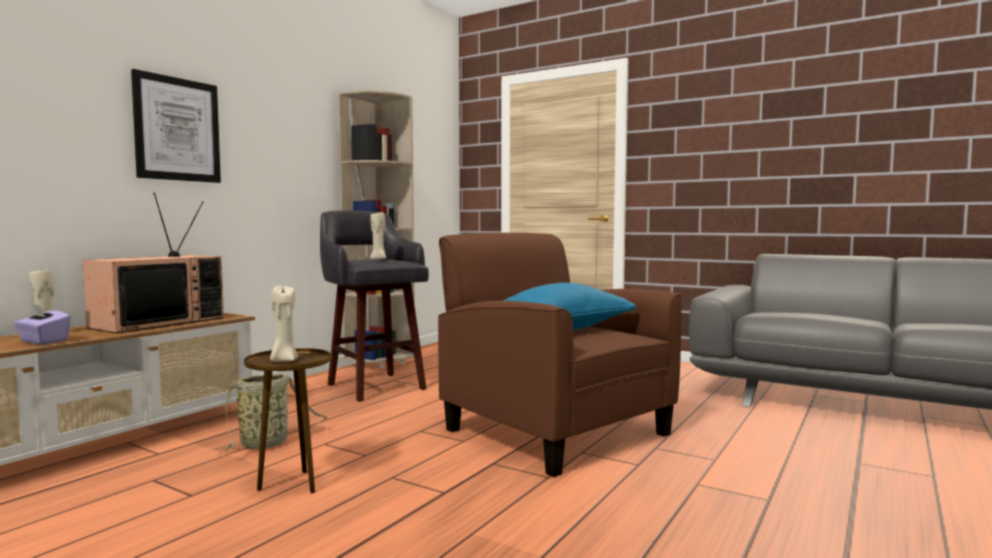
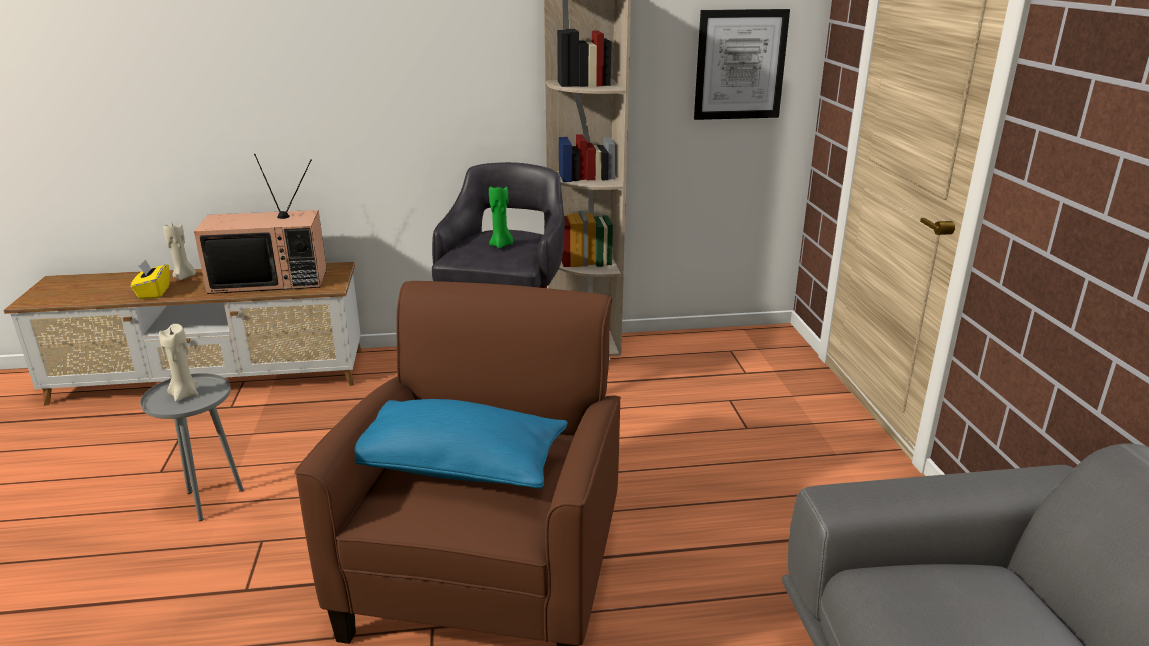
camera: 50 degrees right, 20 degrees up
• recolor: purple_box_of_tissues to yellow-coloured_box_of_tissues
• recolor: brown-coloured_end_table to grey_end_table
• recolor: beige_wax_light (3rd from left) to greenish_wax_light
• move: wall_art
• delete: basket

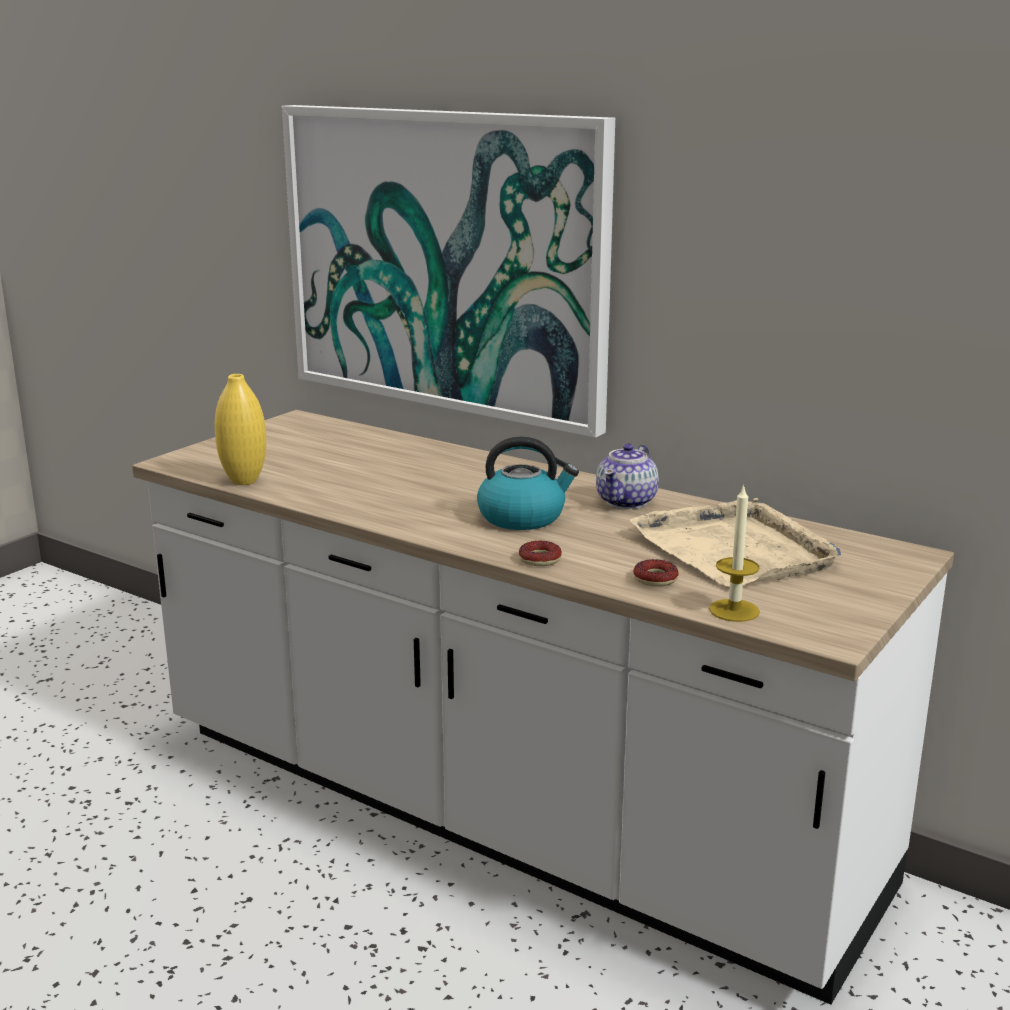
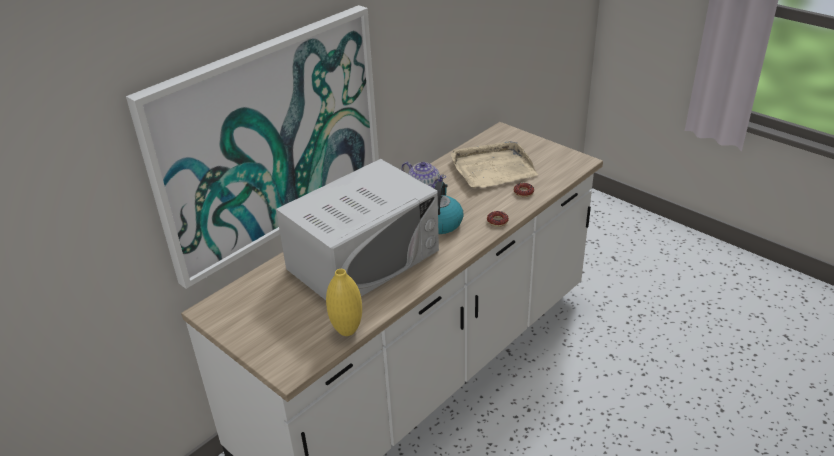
camera: 80 degrees left, 15 degrees up
• insert: white-coloured_microwave
• delete: wax_light

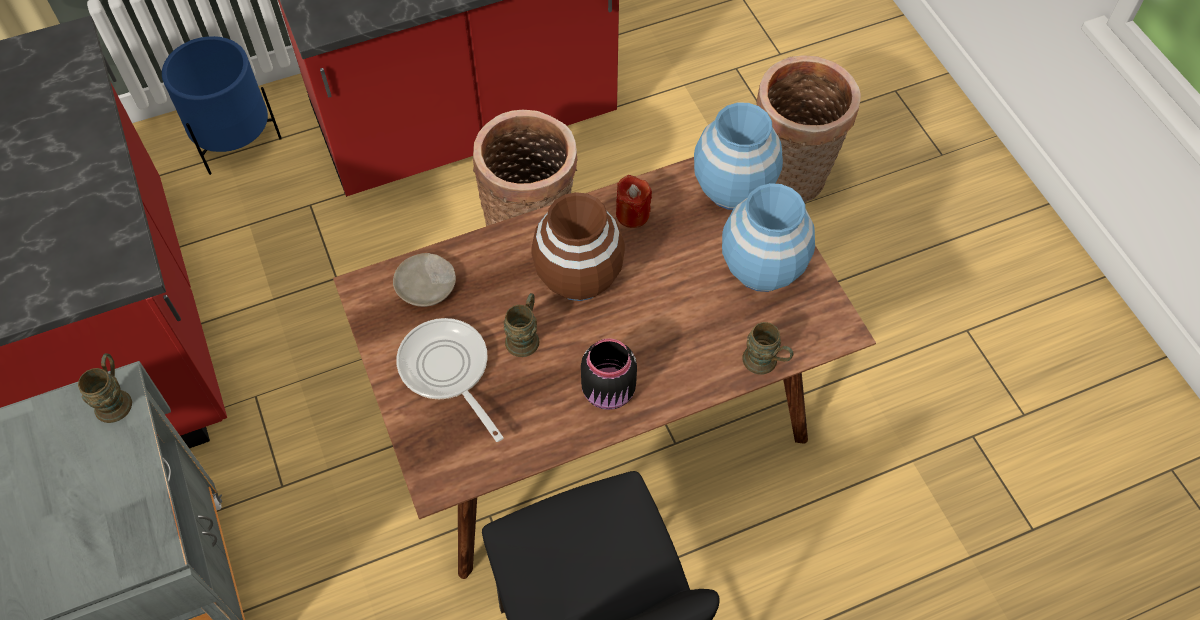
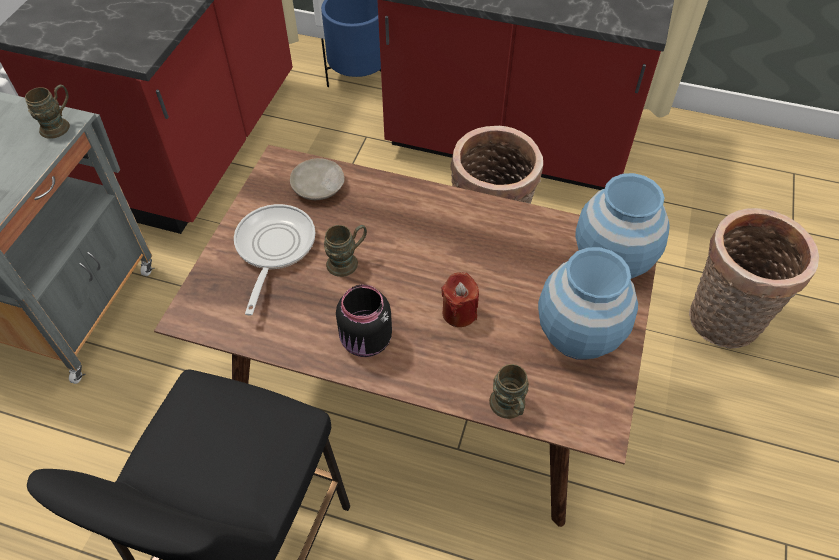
camera: 40 degrees right, 5 degrees down
• move: red_wax_light
• delete: brown-coloured_flower_vase

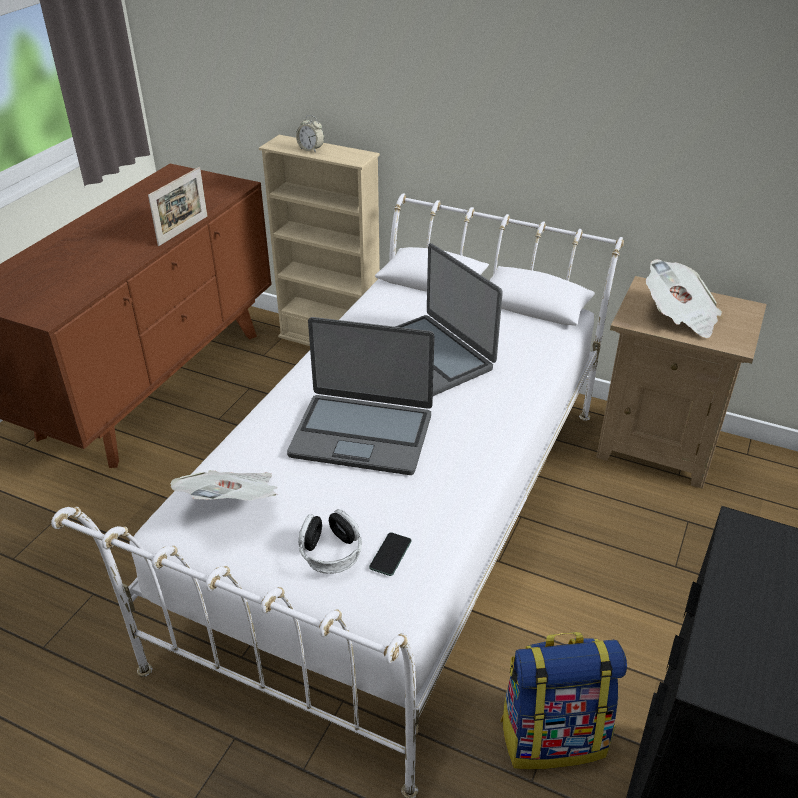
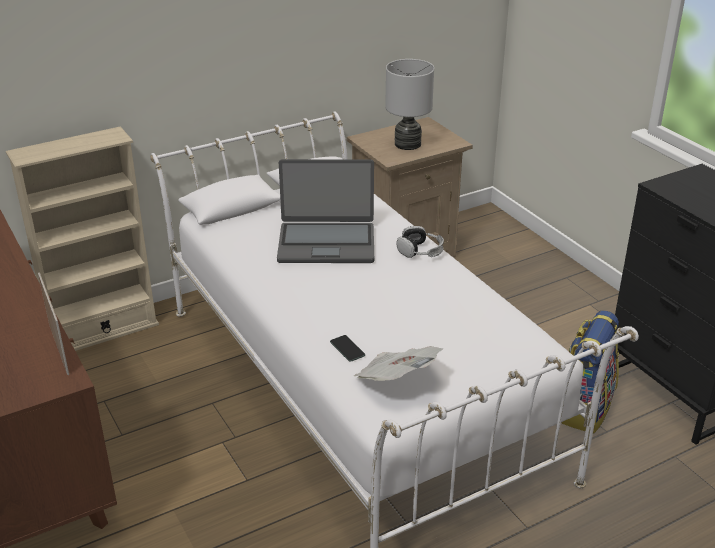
camera: 55 degrees left, 5 degrees down
• move: standing_frame
• move: phone
• replace: printed_paper (2nd from left) to grey_lamp_for_a_table
• move: headset
• delete: laptop (1st from left)
• delete: alarm_clock

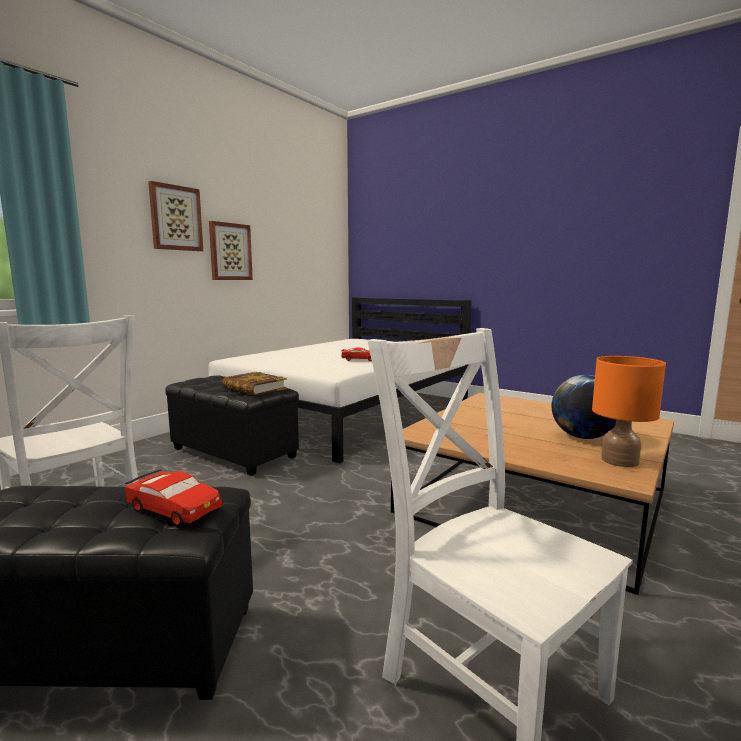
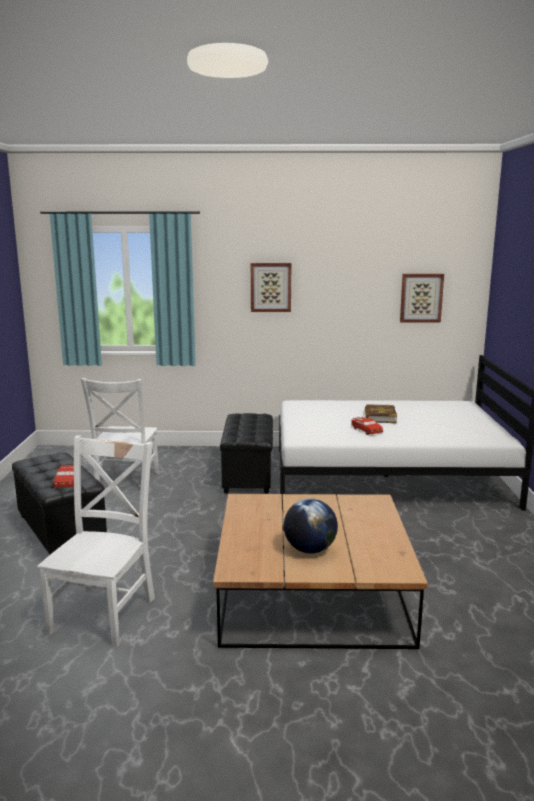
camera: 55 degrees right, 5 degrees up
• move: volume
• move: wall_art (2nd from left)
• delete: orangey_lamp_for_a_table

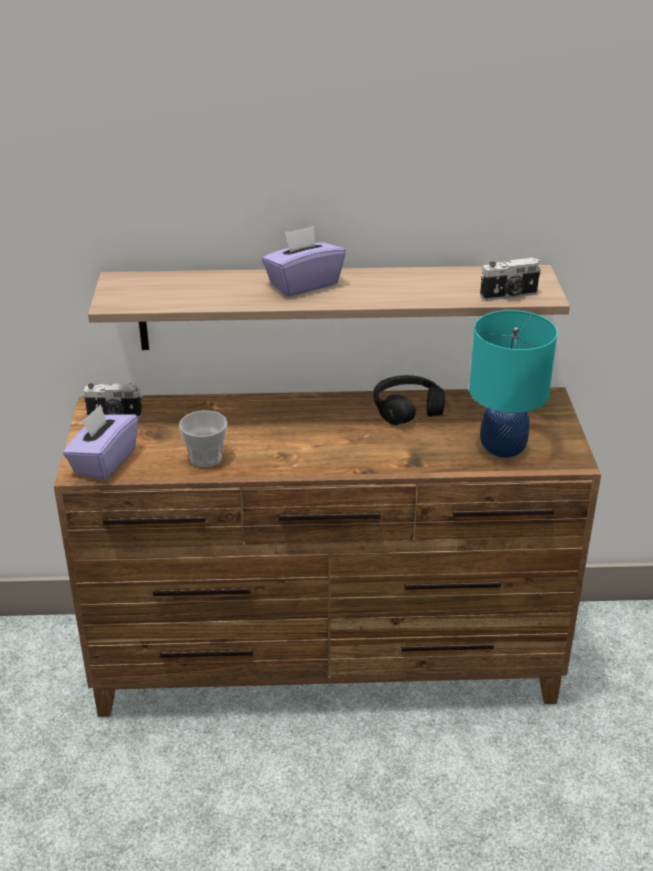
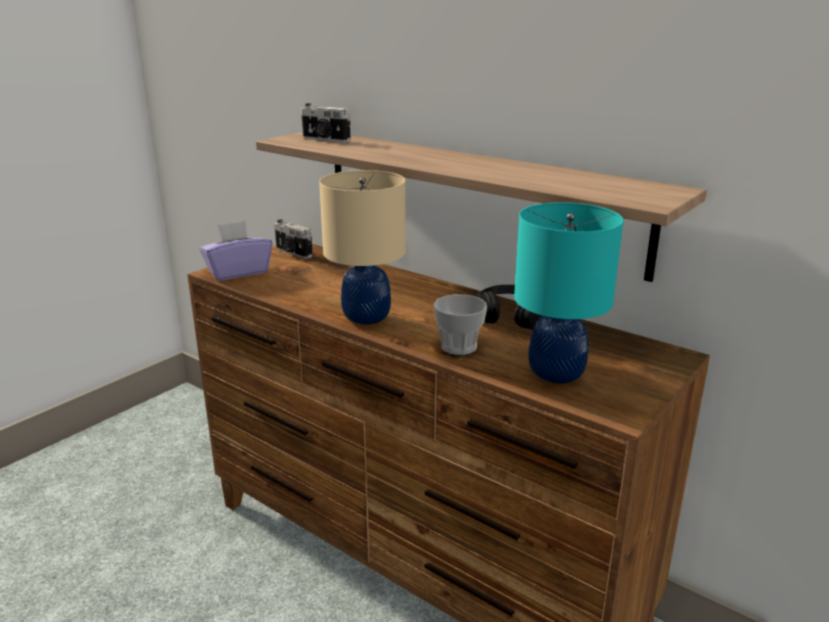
camera: 40 degrees right, 10 degrees down
• move: photo_camera (2nd from left)
• insert: beige_lamp_for_a_table
• move: cup
• delete: purple_box_of_tissues (2nd from left)

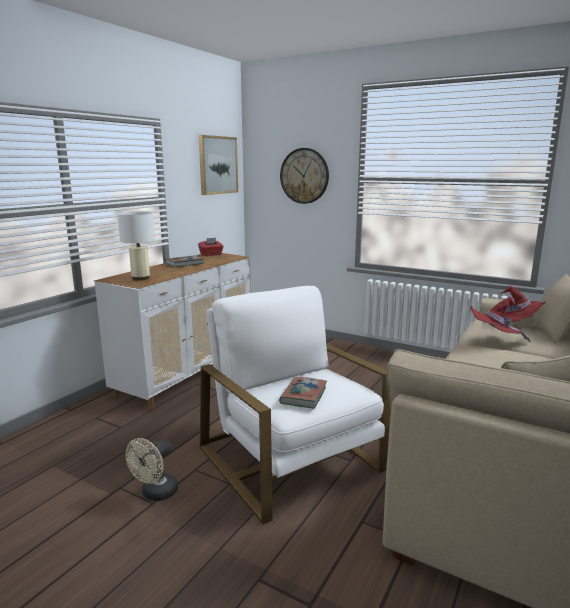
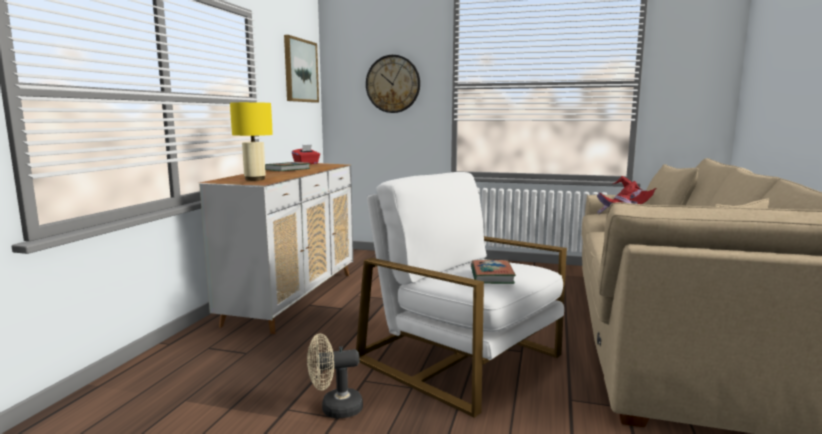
camera: 15 degrees left, 5 degrees down
• recolor: white-coloured_lamp_for_a_table to yellow-coloured_lamp_for_a_table
• rotate: beige_fan 60 degrees clockwise

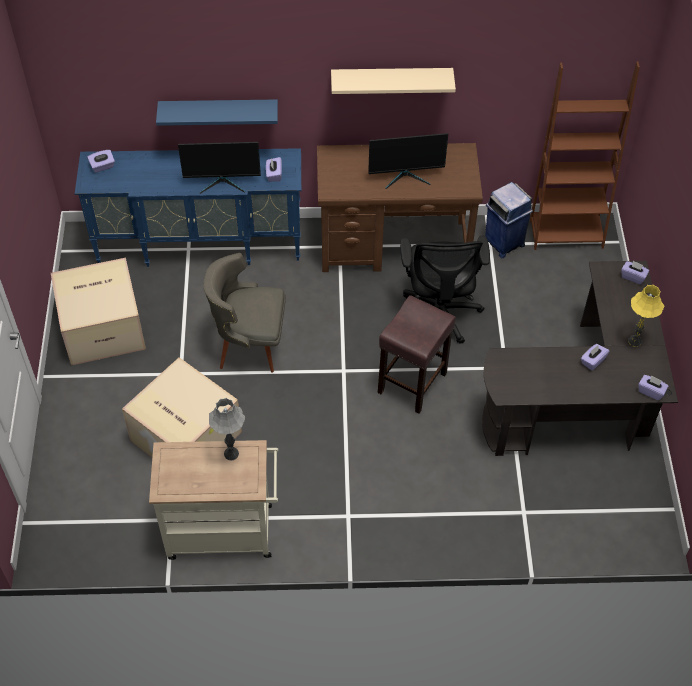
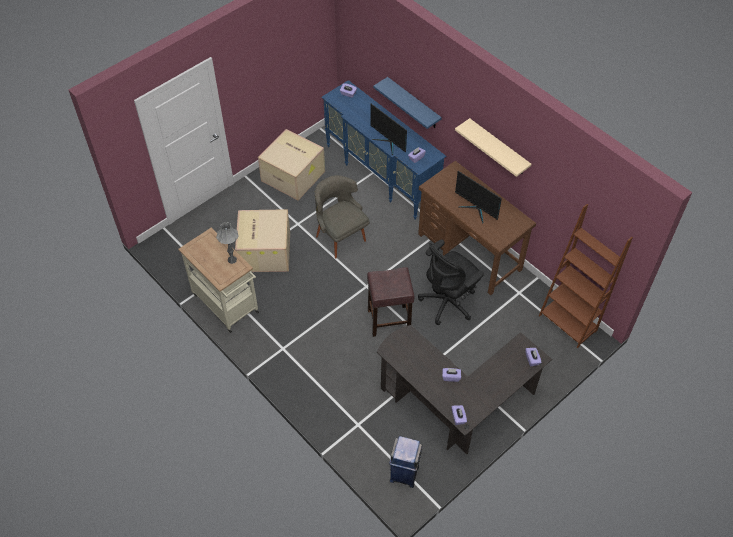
camera: 50 degrees right, 0 degrees up
• move: bluish_trash_can
• delete: yellow-coloured_lamp_for_a_table

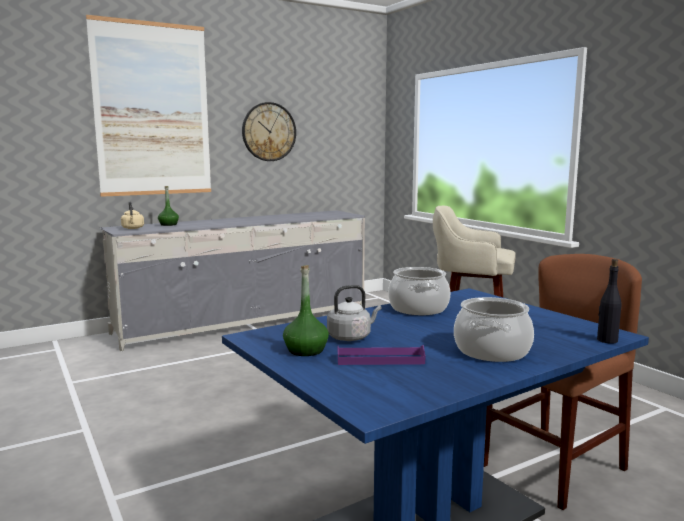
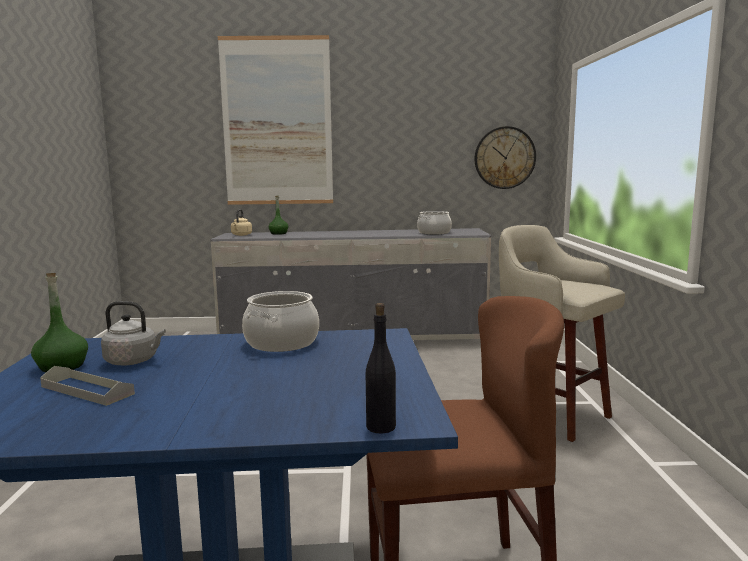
camera: 30 degrees right, 0 degrees up
• recolor: purple_carrying_tray to grey_carrying_tray
• move: cooking_pot (2nd from left)
• move: wall_clock

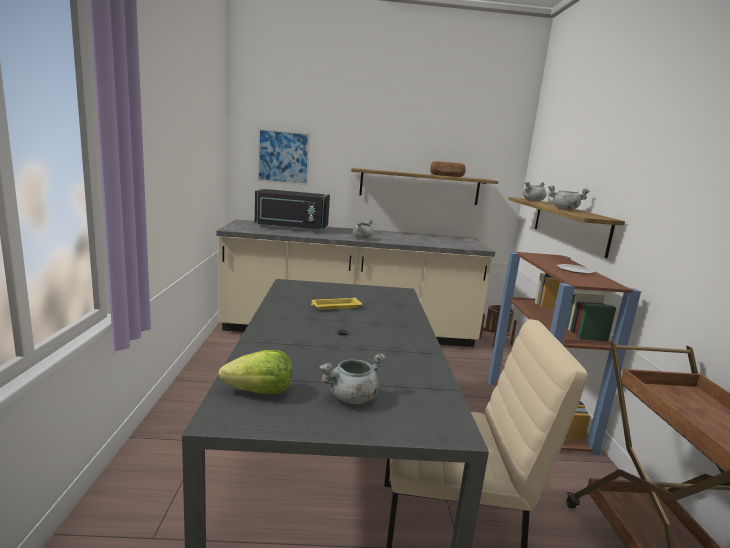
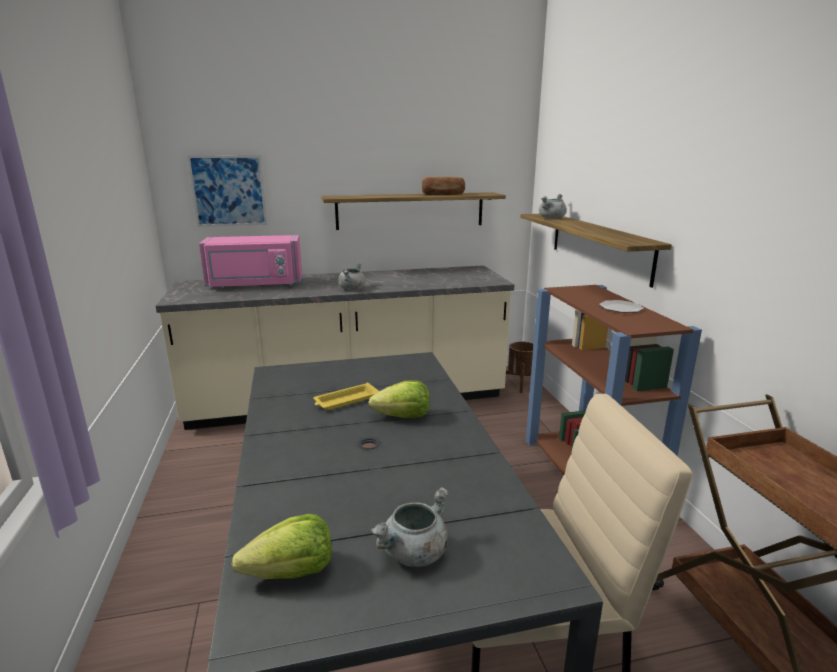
camera: 10 degrees left, 5 degrees up
• recolor: black_microwave to pink-coloured_microwave
• insert: lettuce_head (2nd from left)
• delete: grey_cooking_pot (4th from left)

